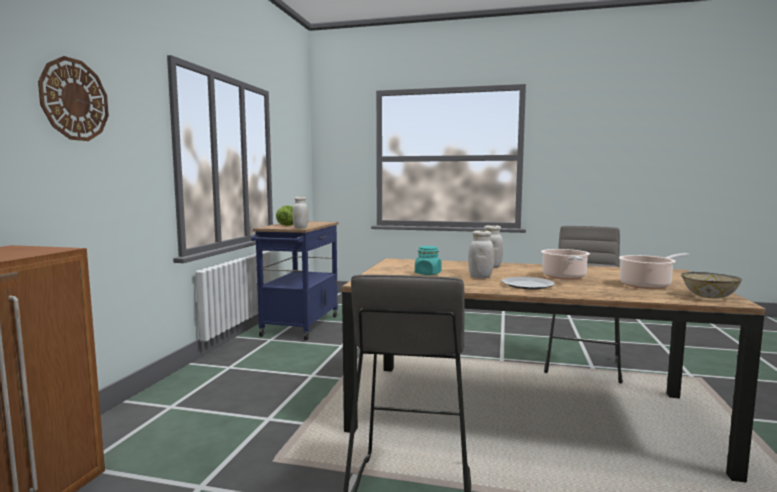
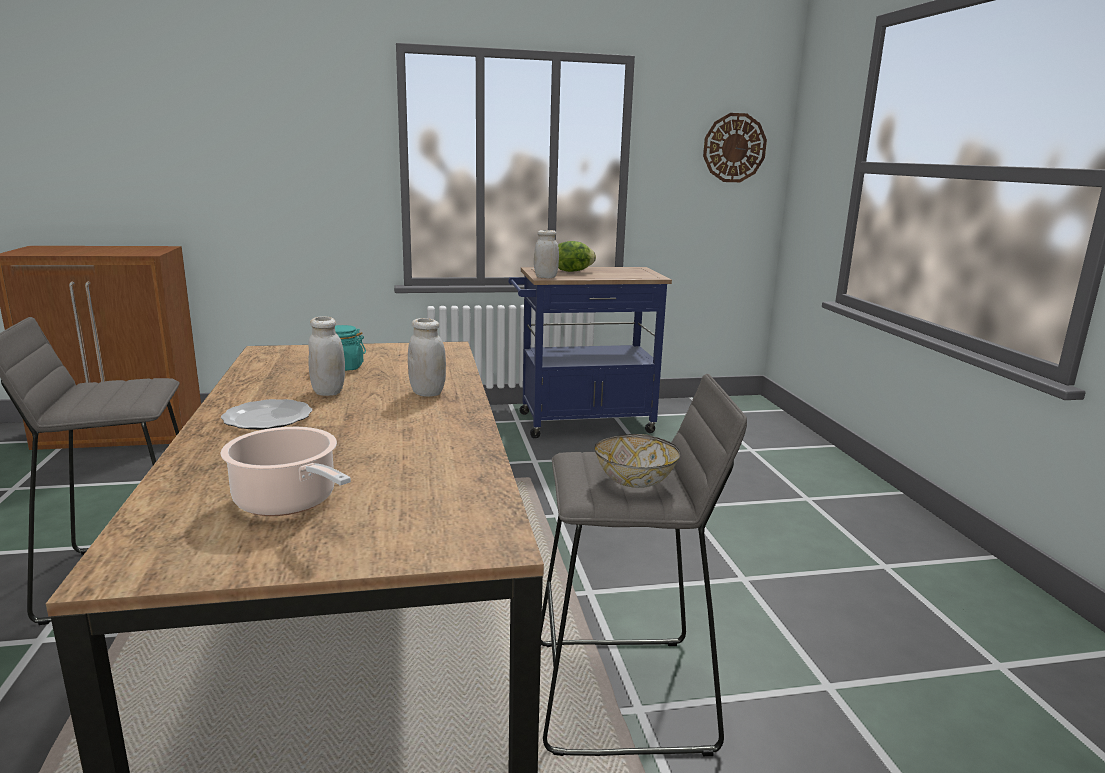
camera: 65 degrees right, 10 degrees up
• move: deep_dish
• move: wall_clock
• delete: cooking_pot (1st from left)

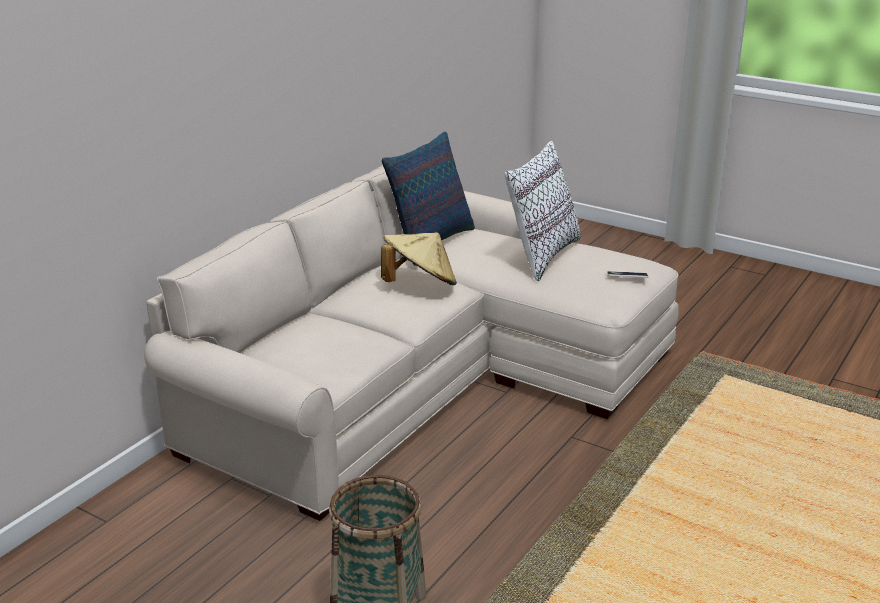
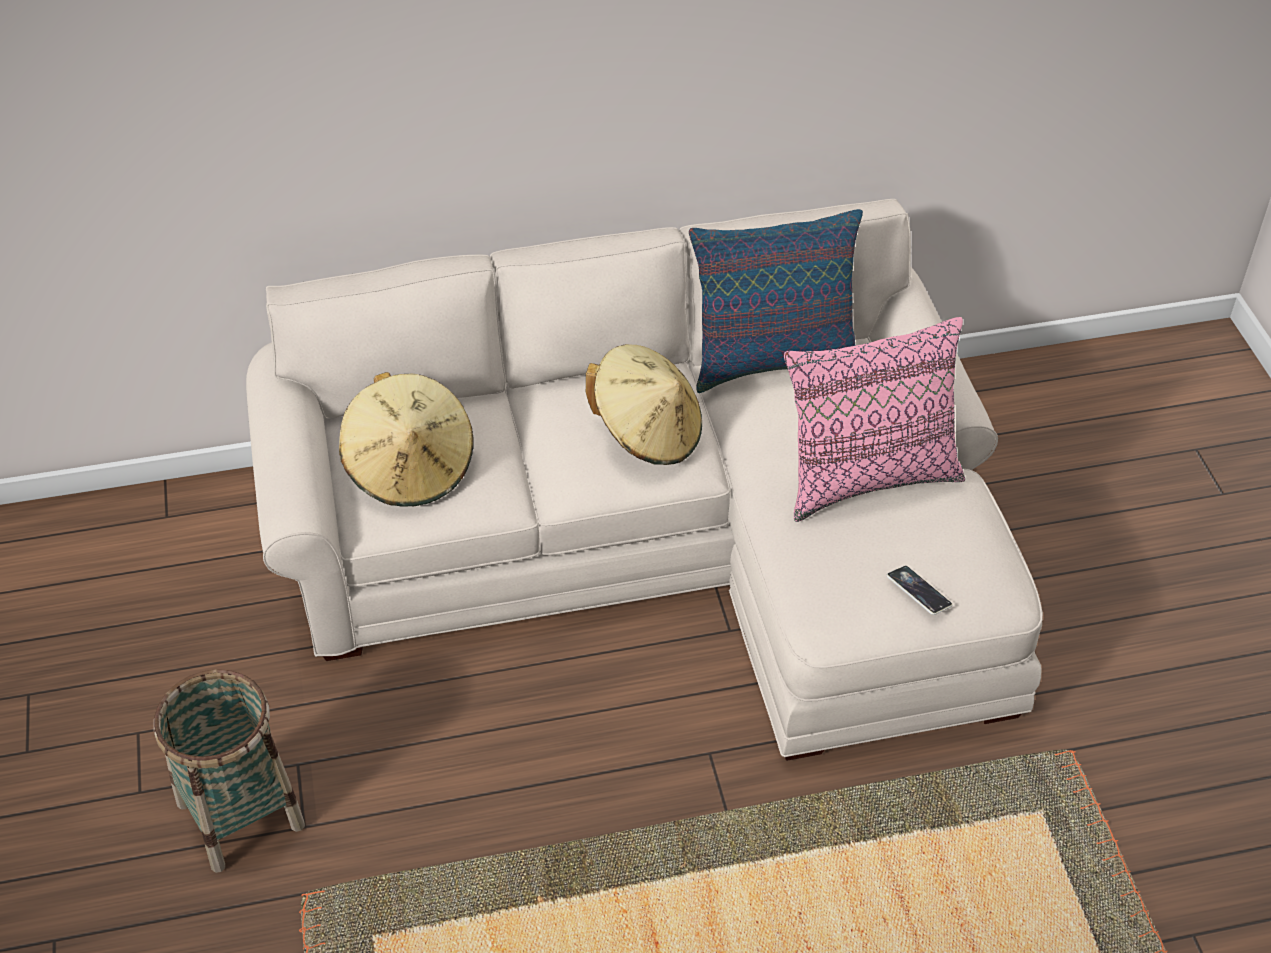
camera: 45 degrees right, 20 degrees up
• insert: beige_wearable_hat (1st from left)
• recolor: white-coloured_pillow to pink-coloured_pillow

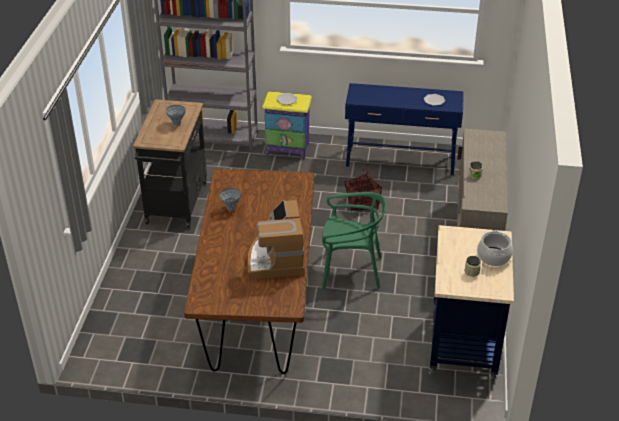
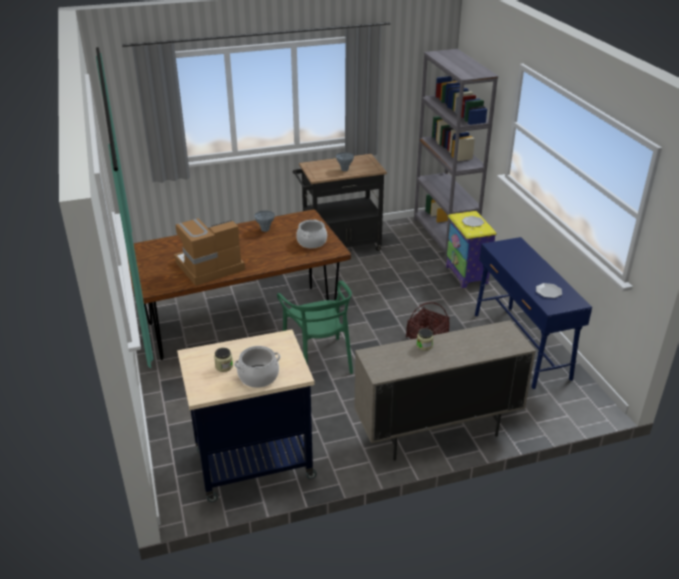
camera: 65 degrees right, 5 degrees down
• insert: cooking_pot (2nd from left)

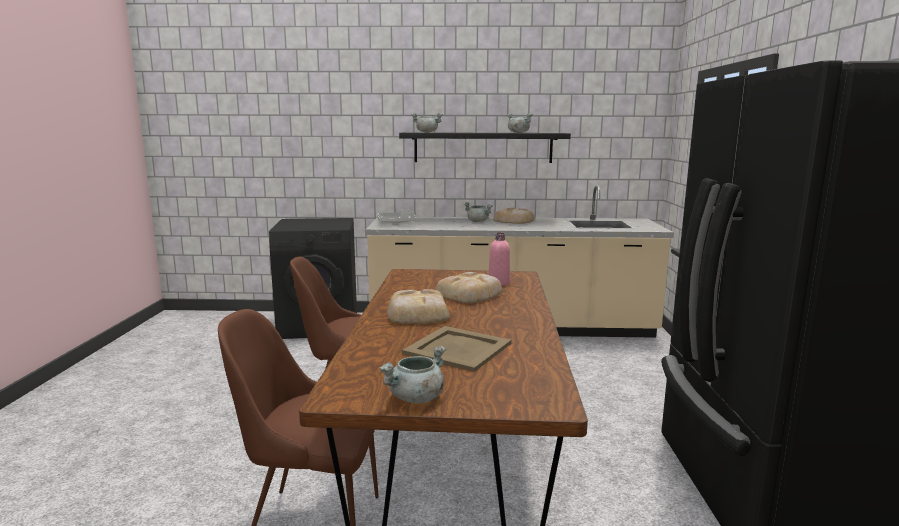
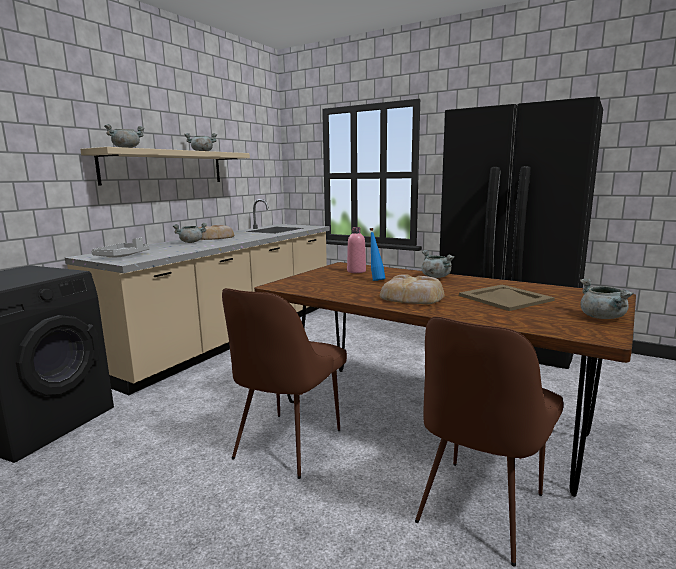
camera: 60 degrees left, 0 degrees up
• recolor: black_wall_shelf to beige_wall_shelf
• replace: baked_bread (2nd from left) to bluish_beverage_bottle
• insert: grey_cooking_pot (4th from left)

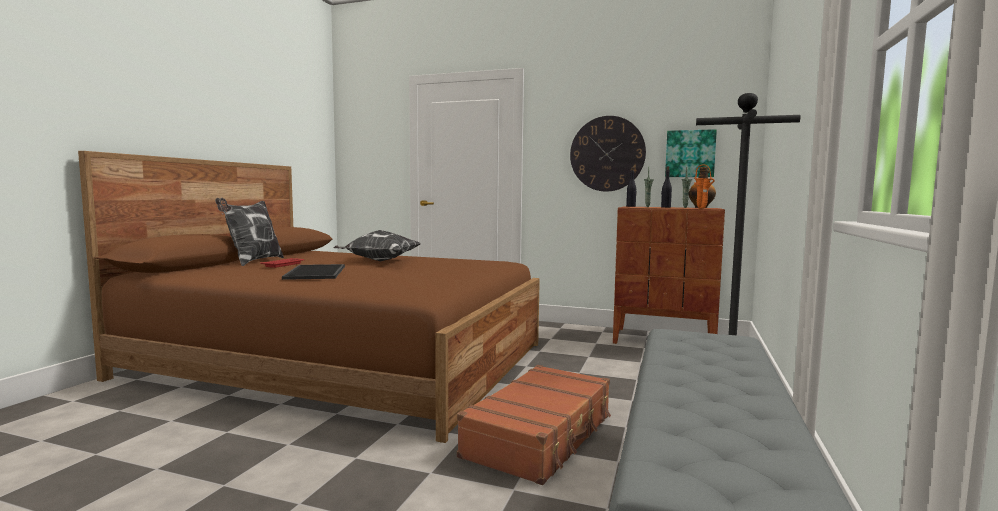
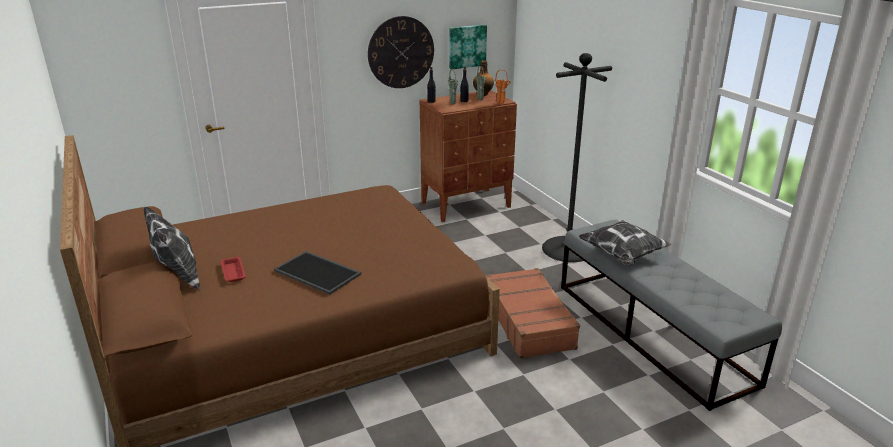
camera: 45 degrees left, 20 degrees up
• move: pillow (2nd from left)

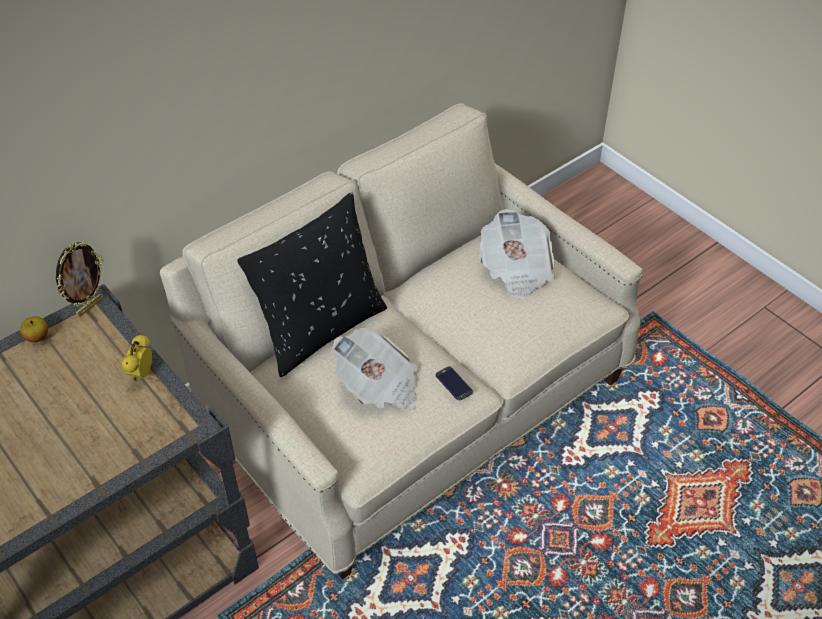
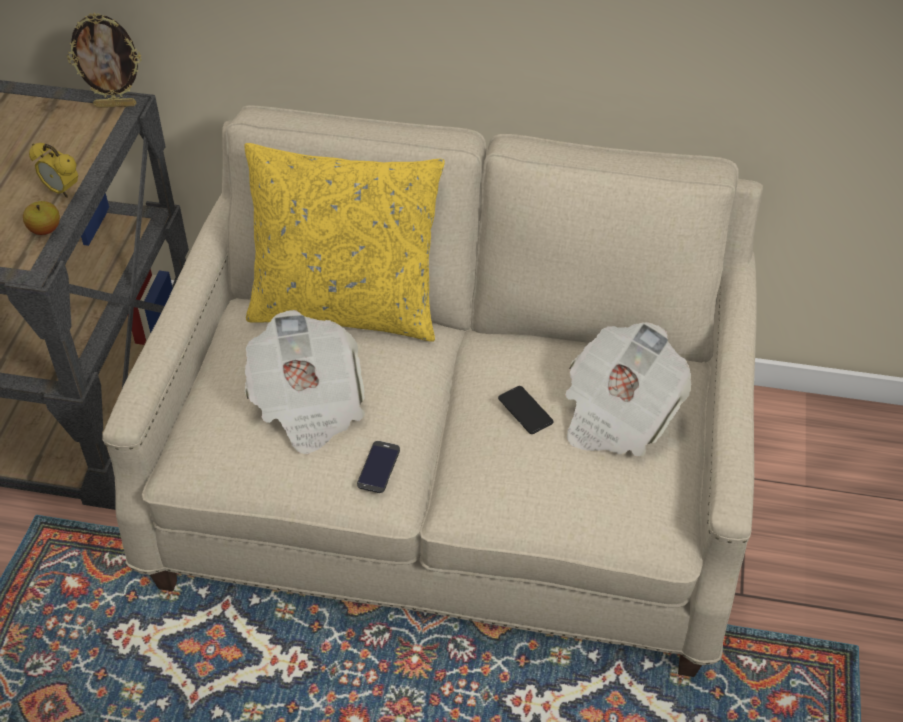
camera: 50 degrees right, 0 degrees up
• move: whole_apple
• rotate: alarm_clock 120 degrees counterclockwise
• recolor: black_pillow to yellow-coloured_pillow
• insert: phone (2nd from left)

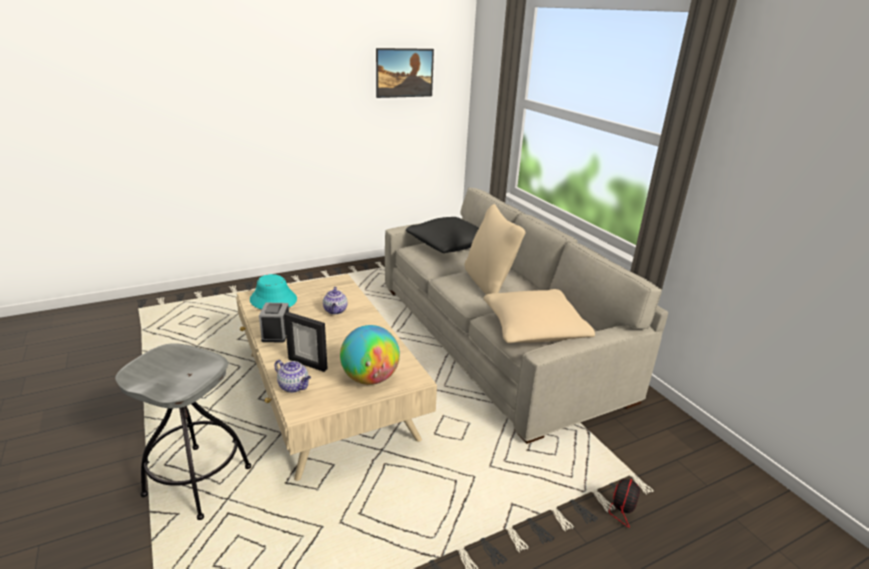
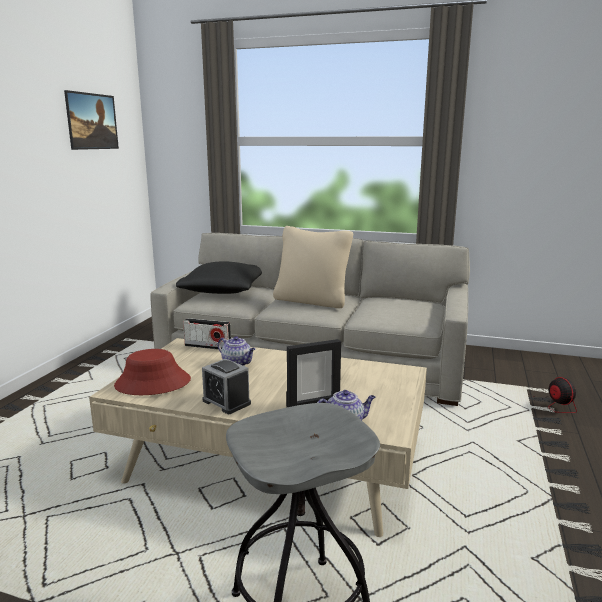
camera: 45 degrees left, 10 degrees down
• recolor: blue-green_wearable_hat to red_wearable_hat
• insert: radio_receiver
• delete: desk_globe
• delete: beige_pillow (2nd from left)

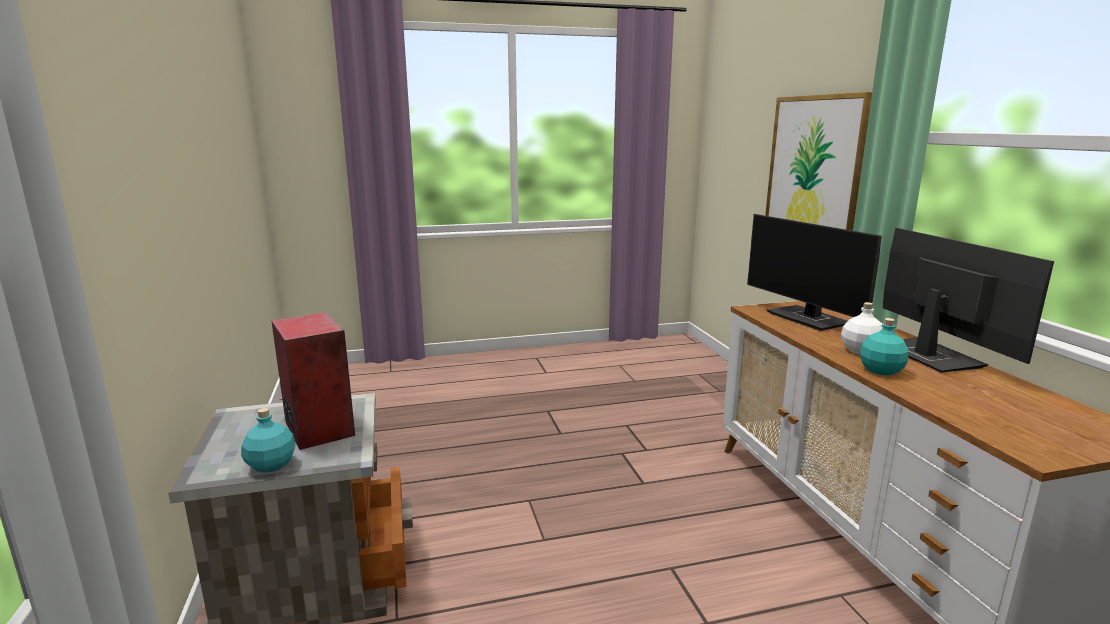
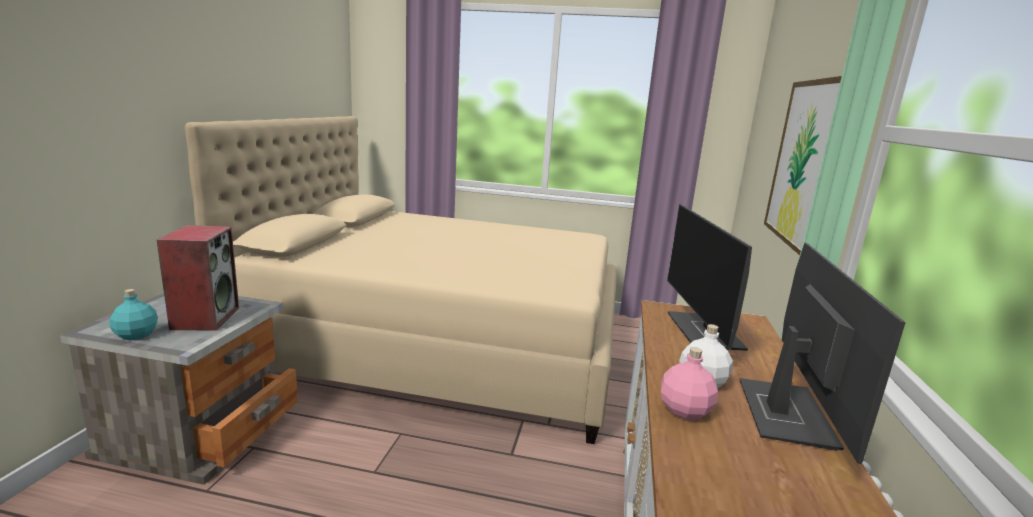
camera: 25 degrees right, 0 degrees up
• insert: beige_sleeping_bed
• recolor: blue-green_beverage_bottle (2nd from left) to pink-coloured_beverage_bottle

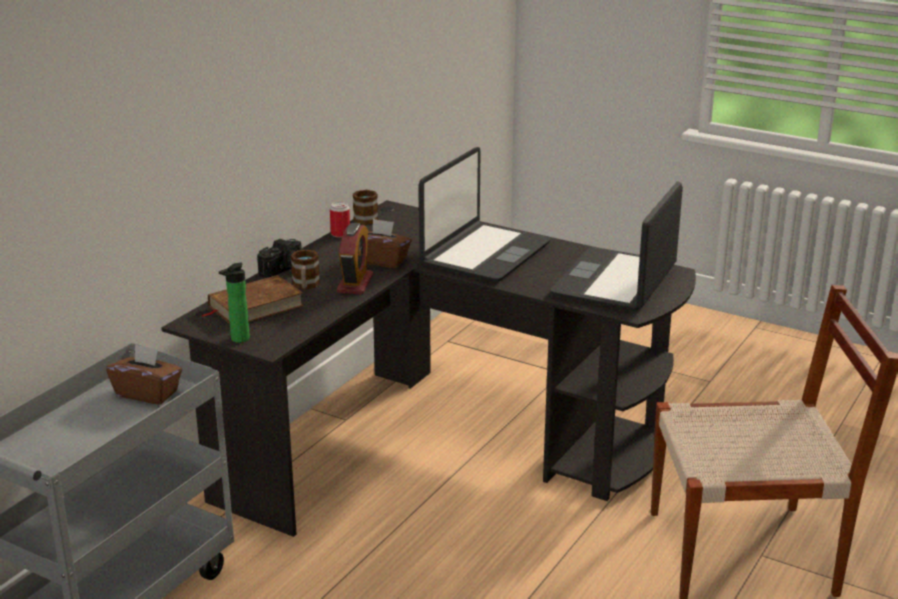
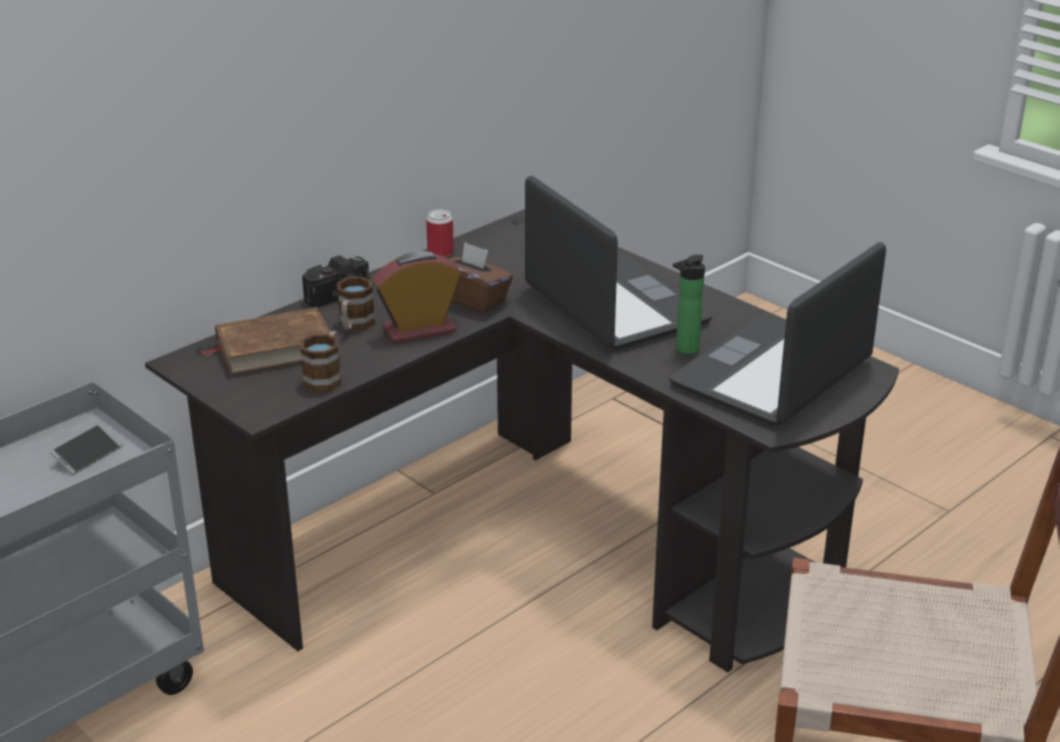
camera: 15 degrees right, 5 degrees up
• replace: brown-coloured_box_of_tissues (1st from left) to phone
• move: coffee_mug (2nd from left in the first image) to coffee_mug (1st from left)
• rotate: alarm_clock 135 degrees counterclockwise
• rotate: laptop (1st from left) 75 degrees counterclockwise
• move: beverage_bottle

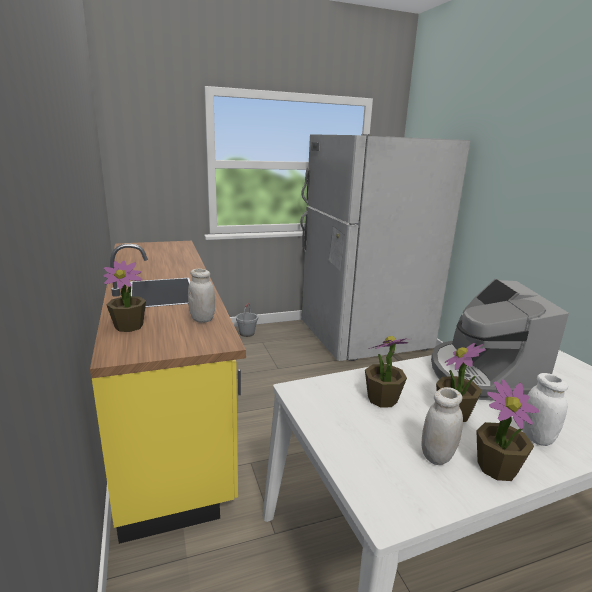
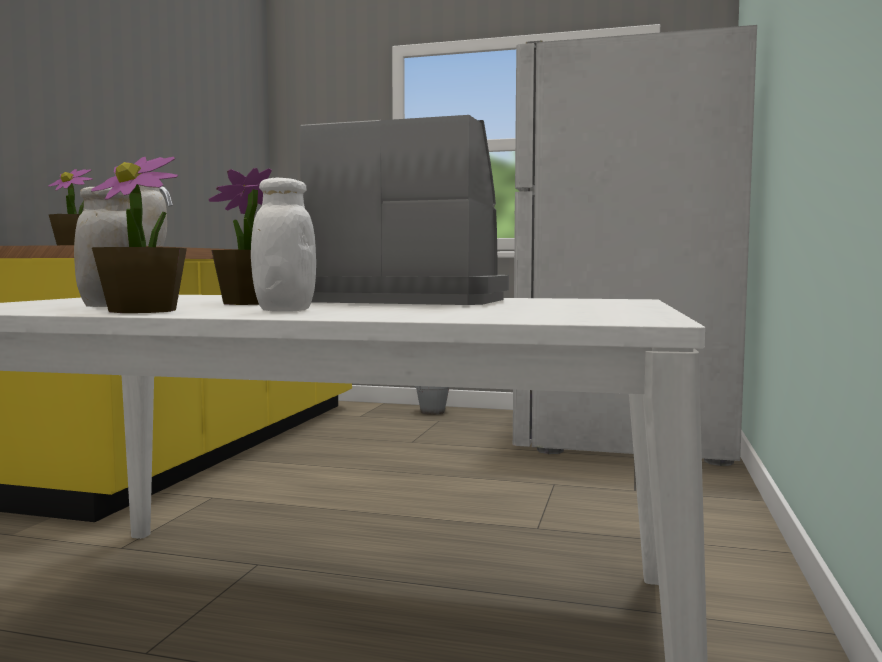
camera: 35 degrees right, 15 degrees down
• rotate: coffee_brewer 75 degrees clockwise
• delete: potted_plant (2nd from left)

